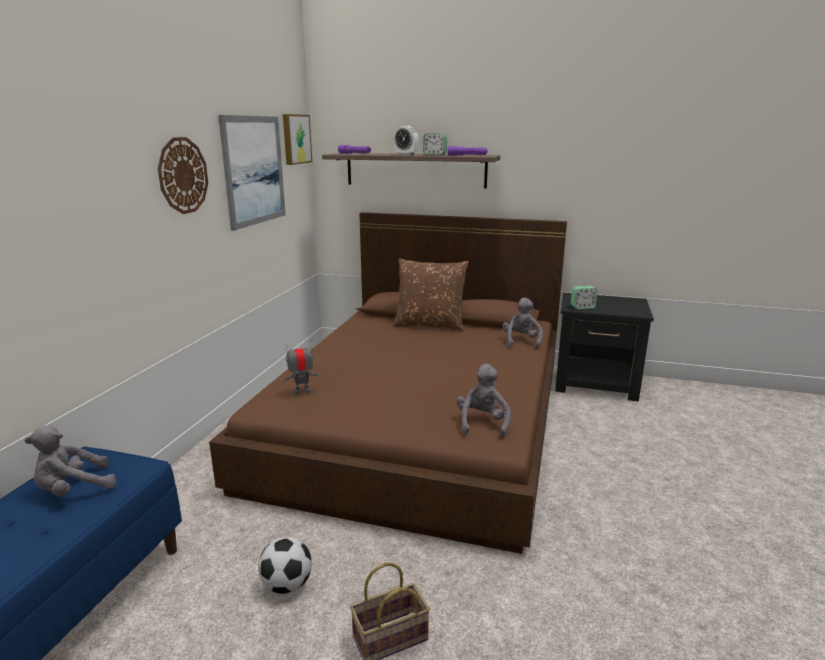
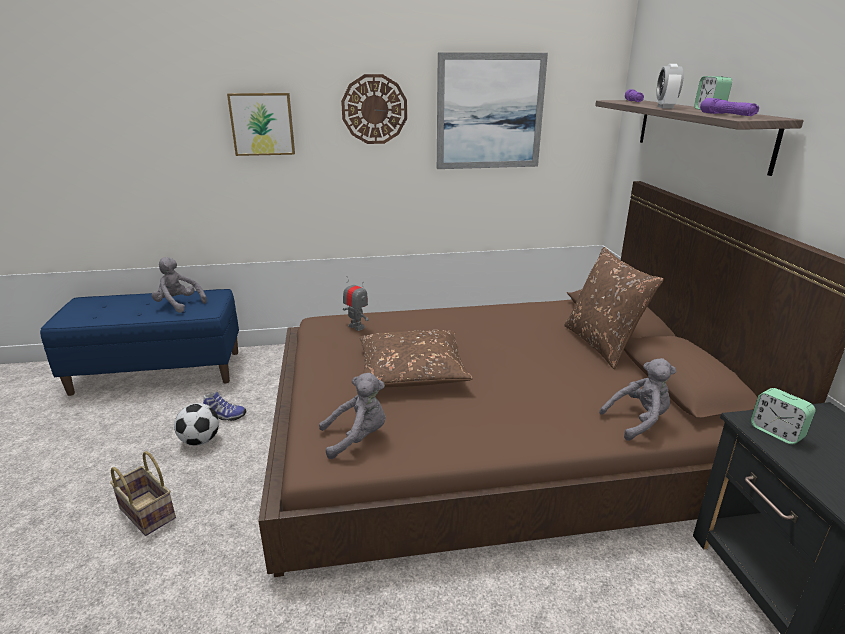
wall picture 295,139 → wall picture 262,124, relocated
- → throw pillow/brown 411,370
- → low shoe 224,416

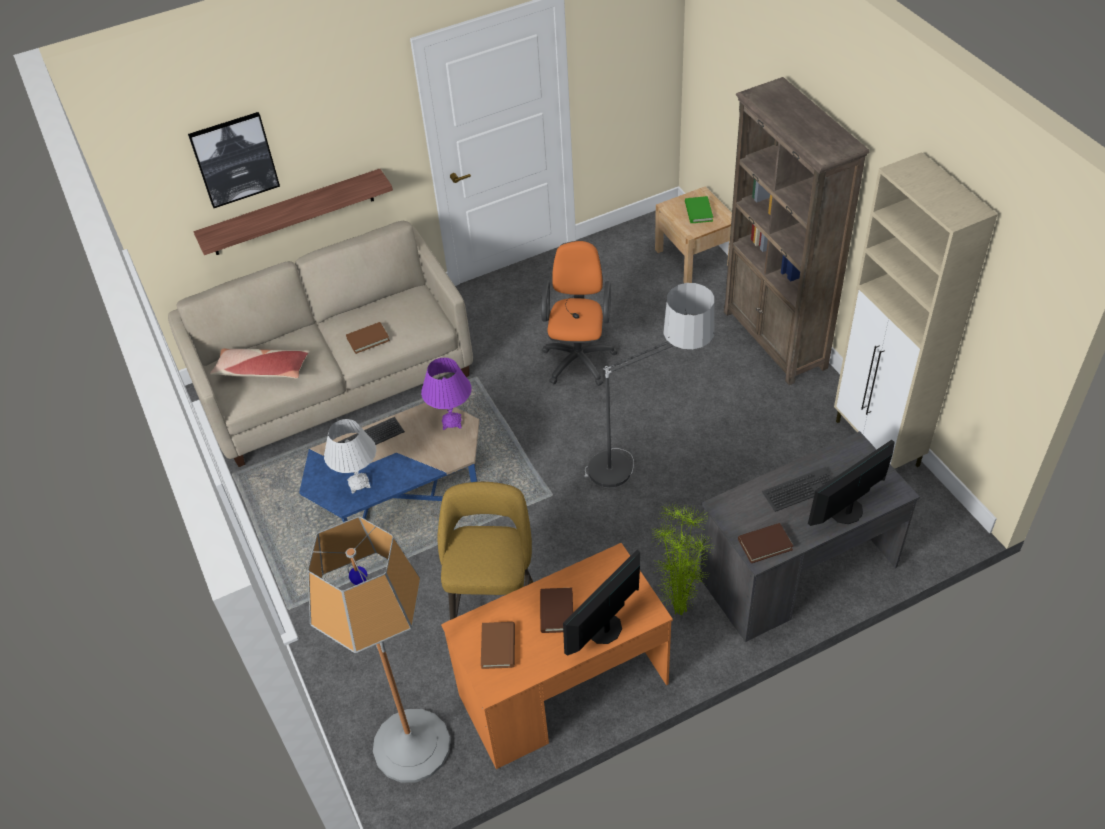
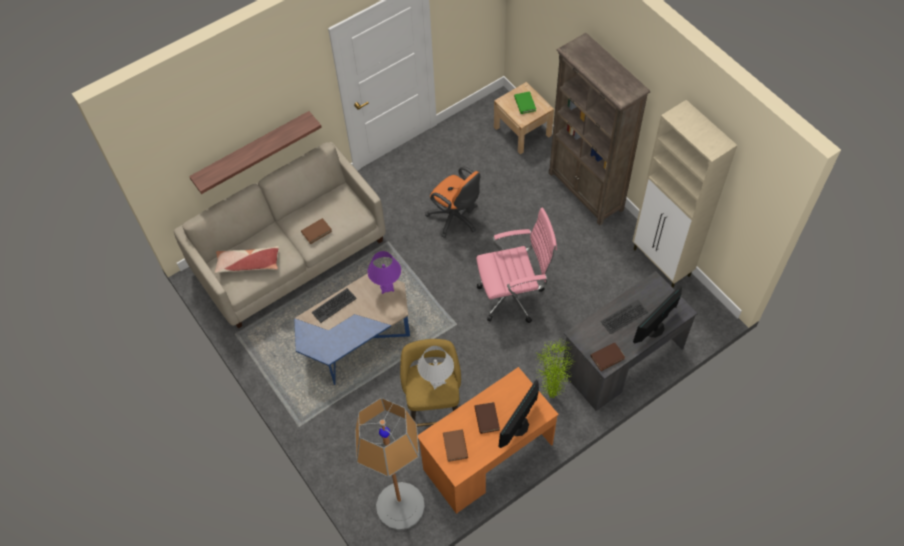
wall picture 234,159 → -
office chair/orangey 579,357 → office chair/orangey 456,219, 135 degrees clockwise
floor lamp 644,466 → office chair/pink-coloured 513,296
lamp for a table/white 358,483 → lamp for a table/white 437,381, relocated

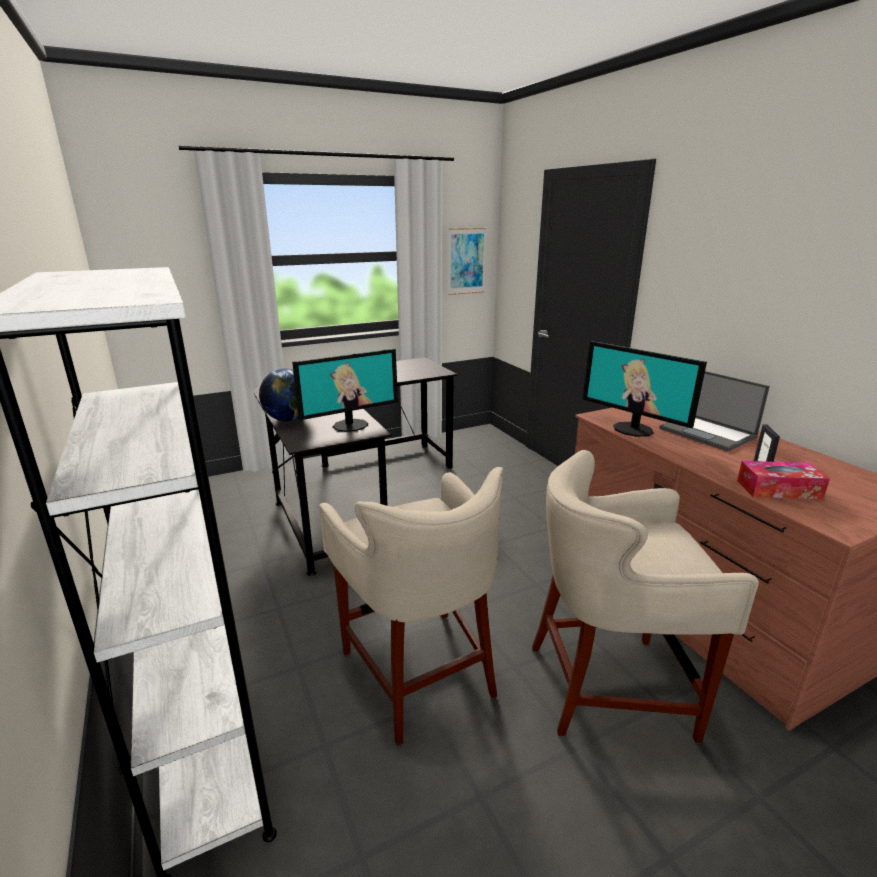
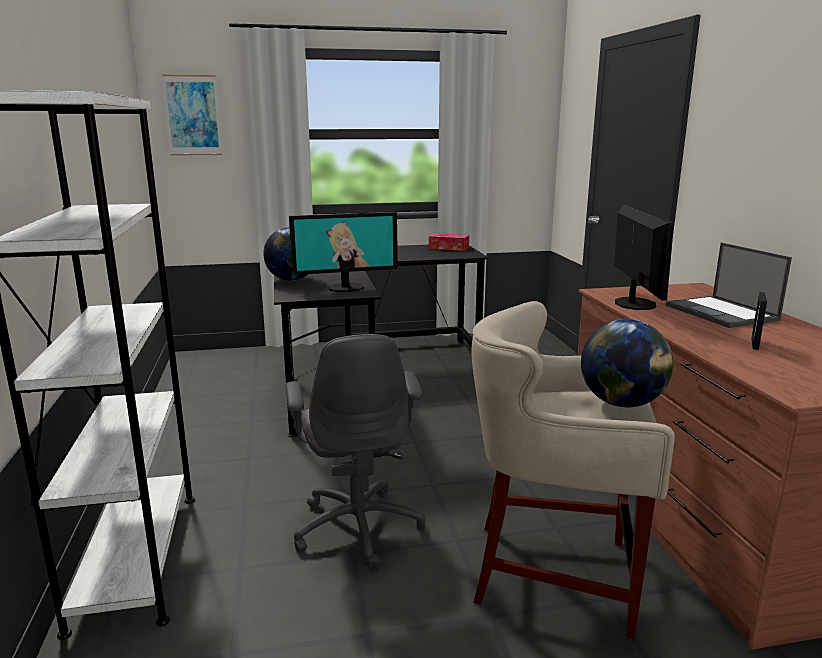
wall picture 466,261 → wall picture 193,115, relocated
monitor 633,429 → monitor 633,304, 150 degrees counterclockwise
box of tissues 778,489 → box of tissues 448,248, relocated
stool/beige 419,670 → office chair/gray 358,526
- → desk globe 621,403

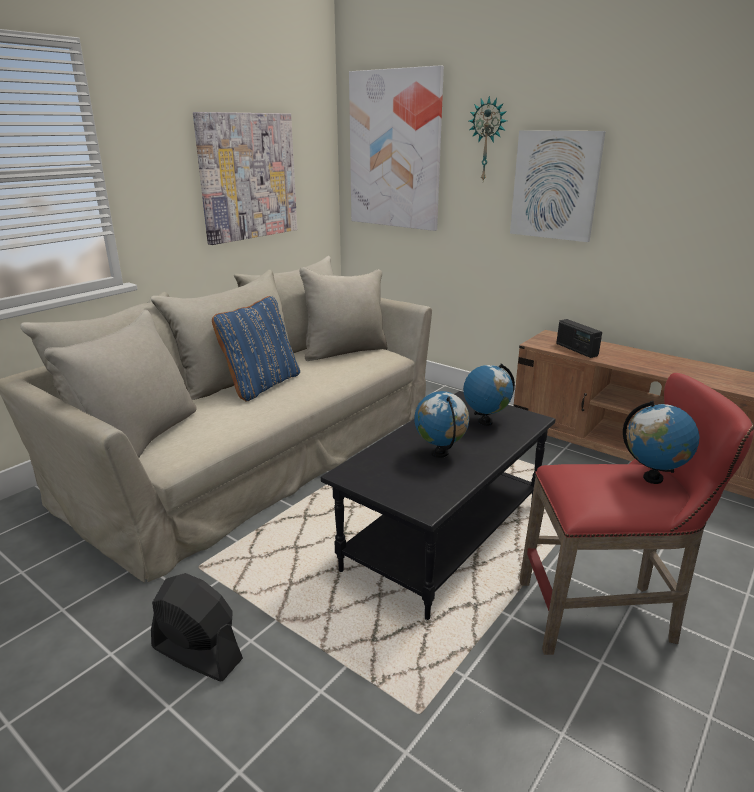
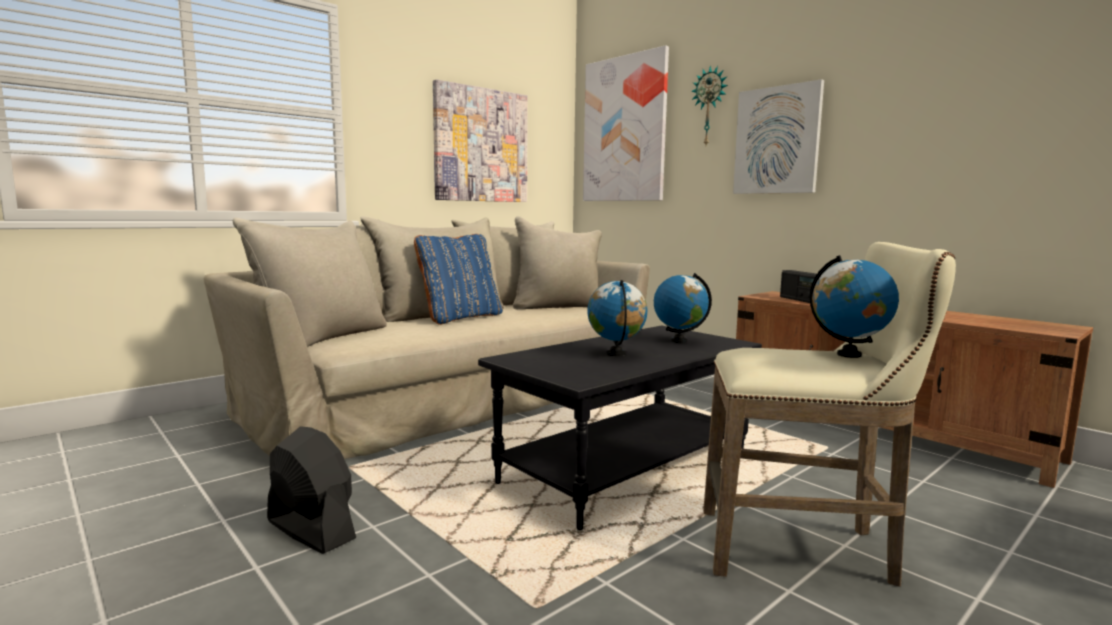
stool/reddish 605,615 → stool/beige 805,550

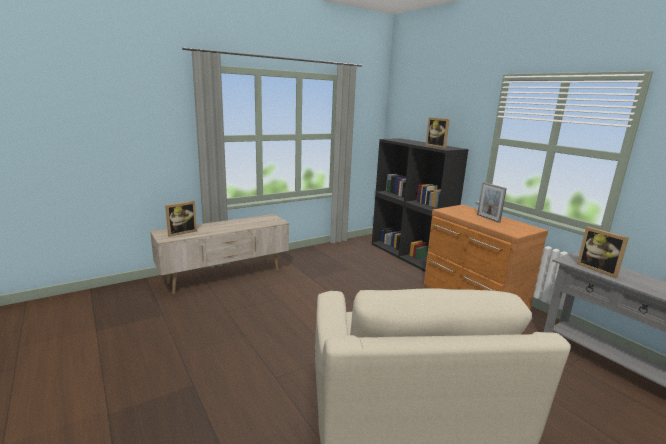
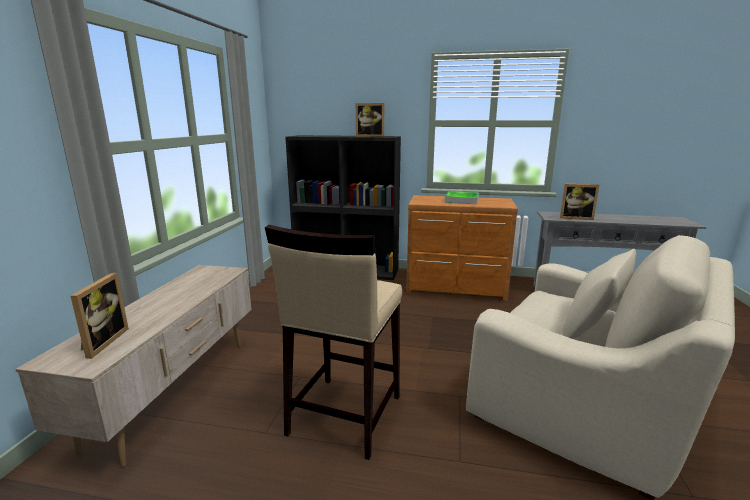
photo frame 488,218 → serving tray 462,200
- → stool/beige 343,415

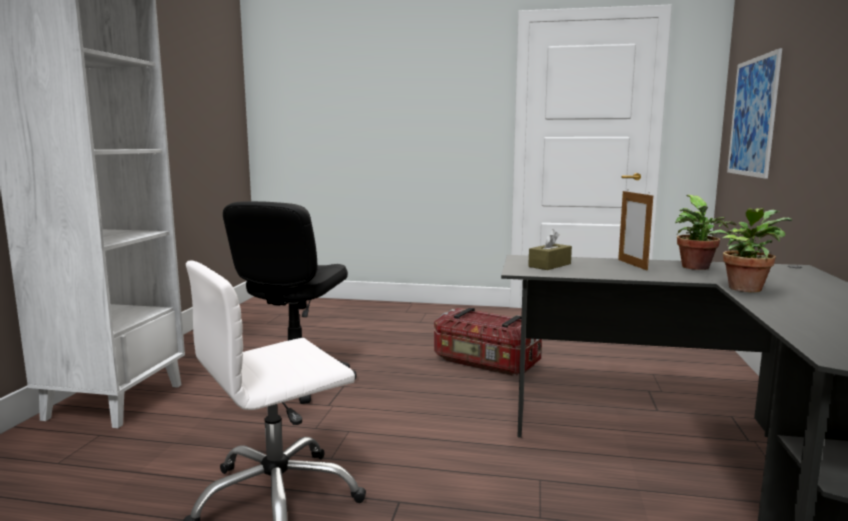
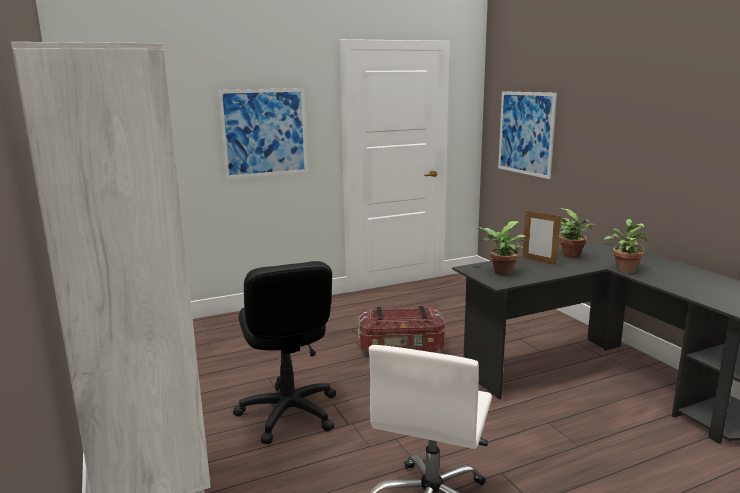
box of tissues/brown 549,265 → houseplant 501,273
- → wall picture 264,133

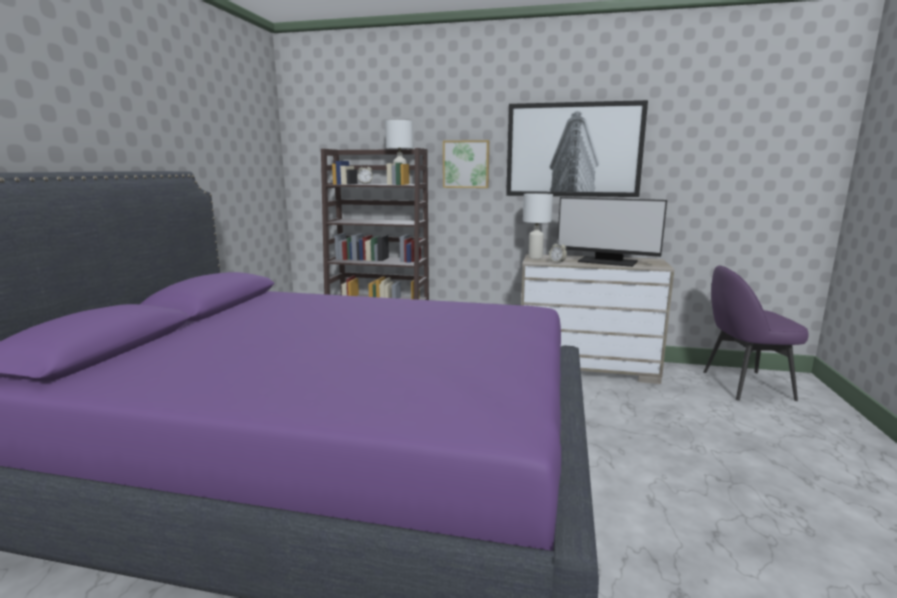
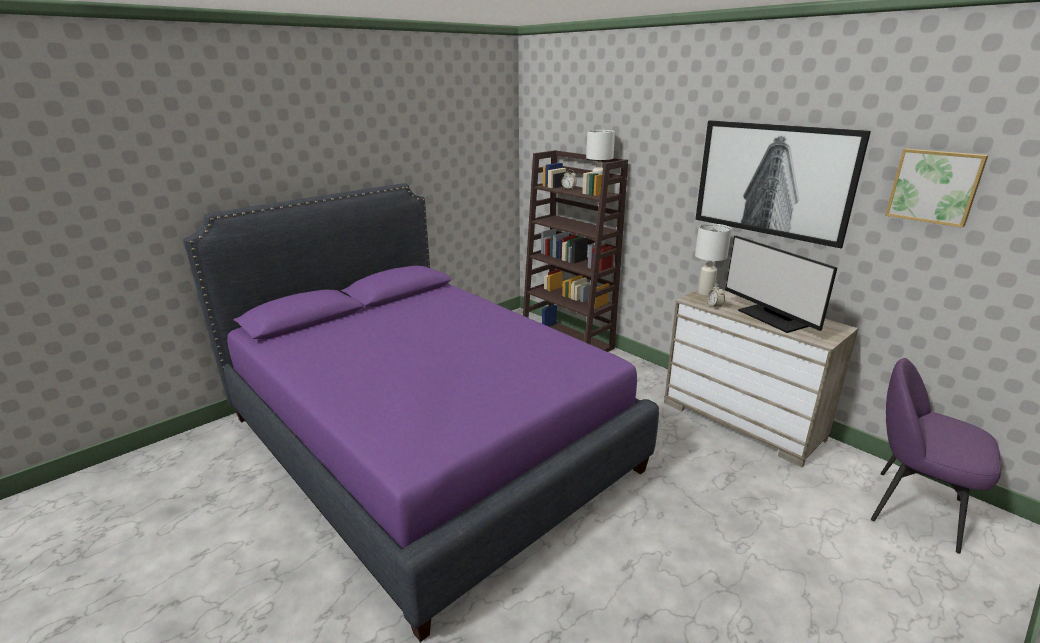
wall picture 466,164 → wall picture 934,186, relocated

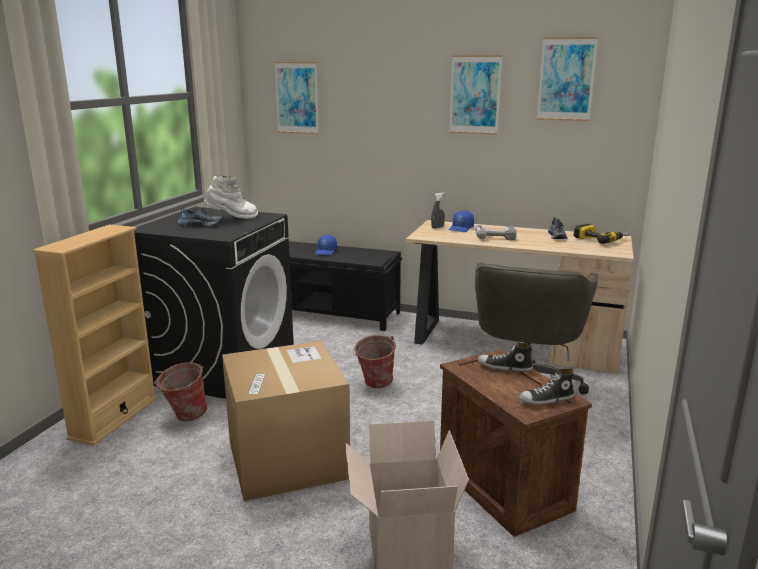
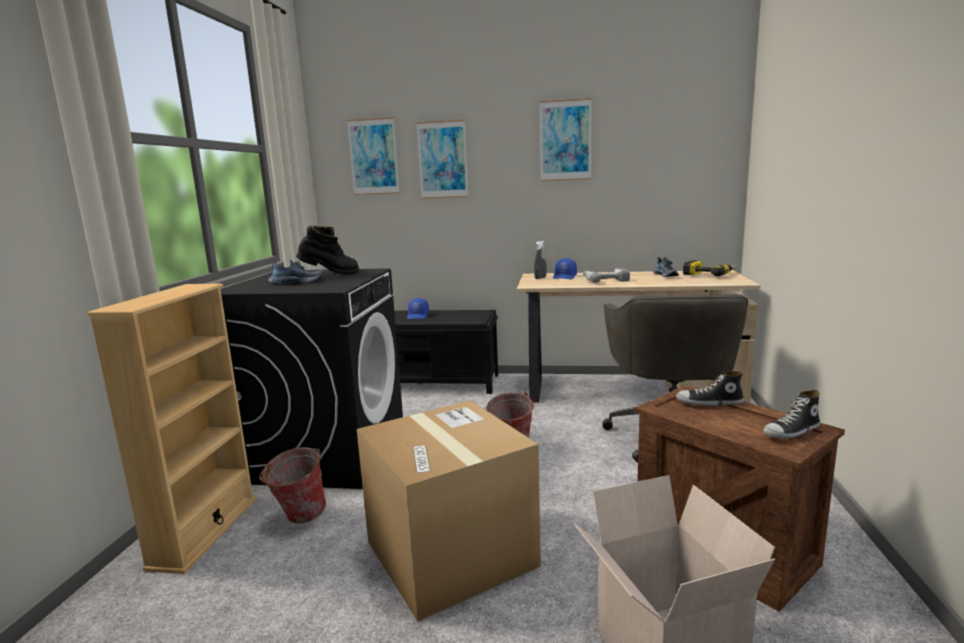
wall picture 566,79 → wall picture 443,160, relocated
high-top boot/white 232,218 → high-top boot/black-coloured 330,275

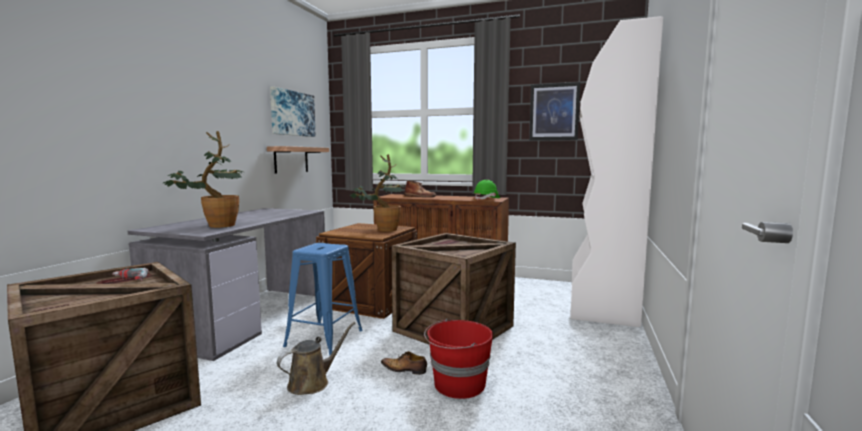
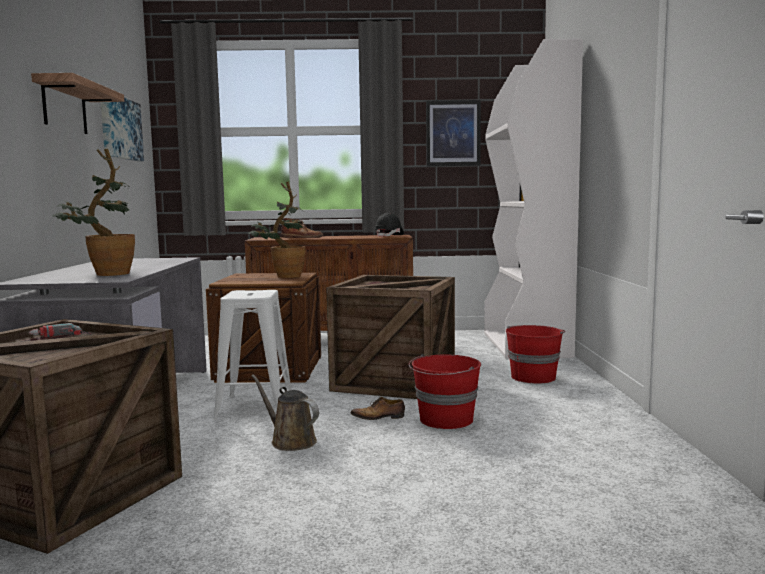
bracket shelf 291,160 → bracket shelf 64,107, relocated
safety helmet/greenish 487,199 → safety helmet/black-coloured 389,236
stool/blue 324,338 → stool/white 255,406
watering pot/brown 312,382 → watering pot/brown 290,441, 75 degrees counterclockwise
- → bucket/reddish 533,377

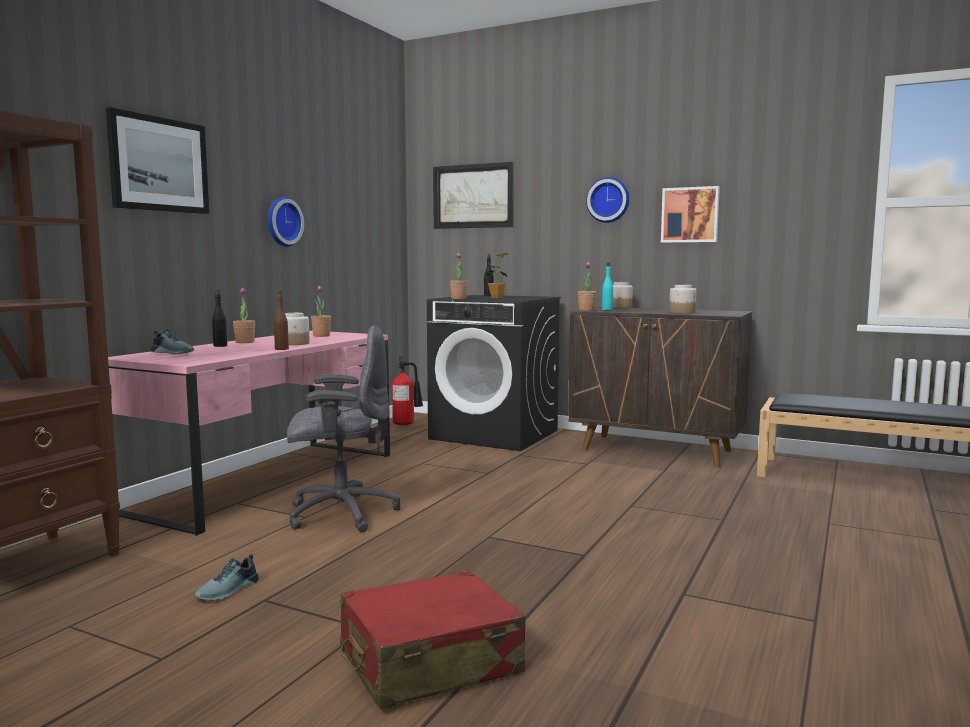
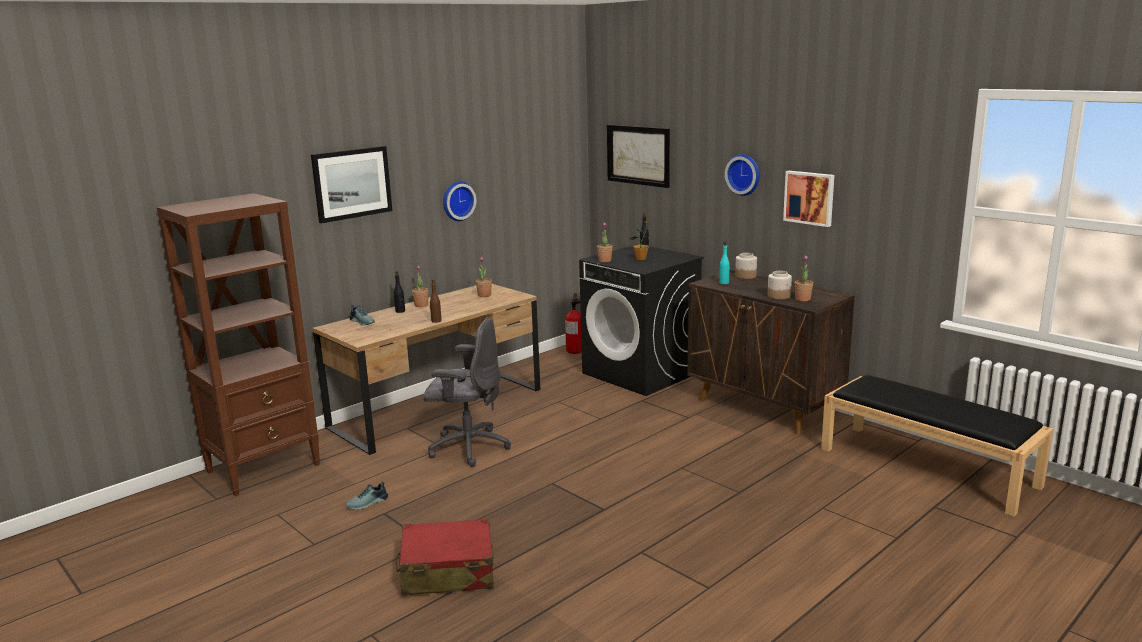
houseplant 586,310 → houseplant 802,299, relocated
preserve jar 295,343 → -
desk unit/pink-coloured 268,481 → desk unit/brown 438,408

